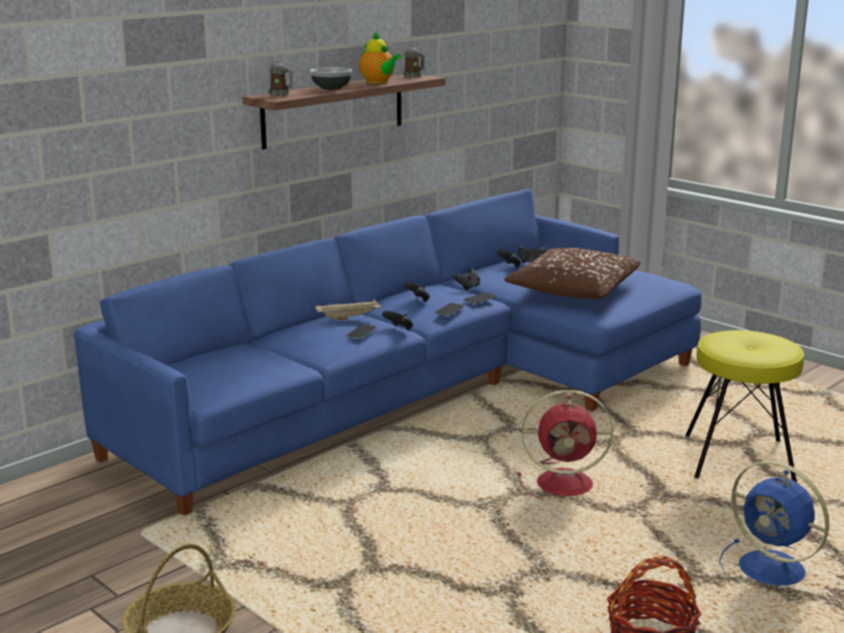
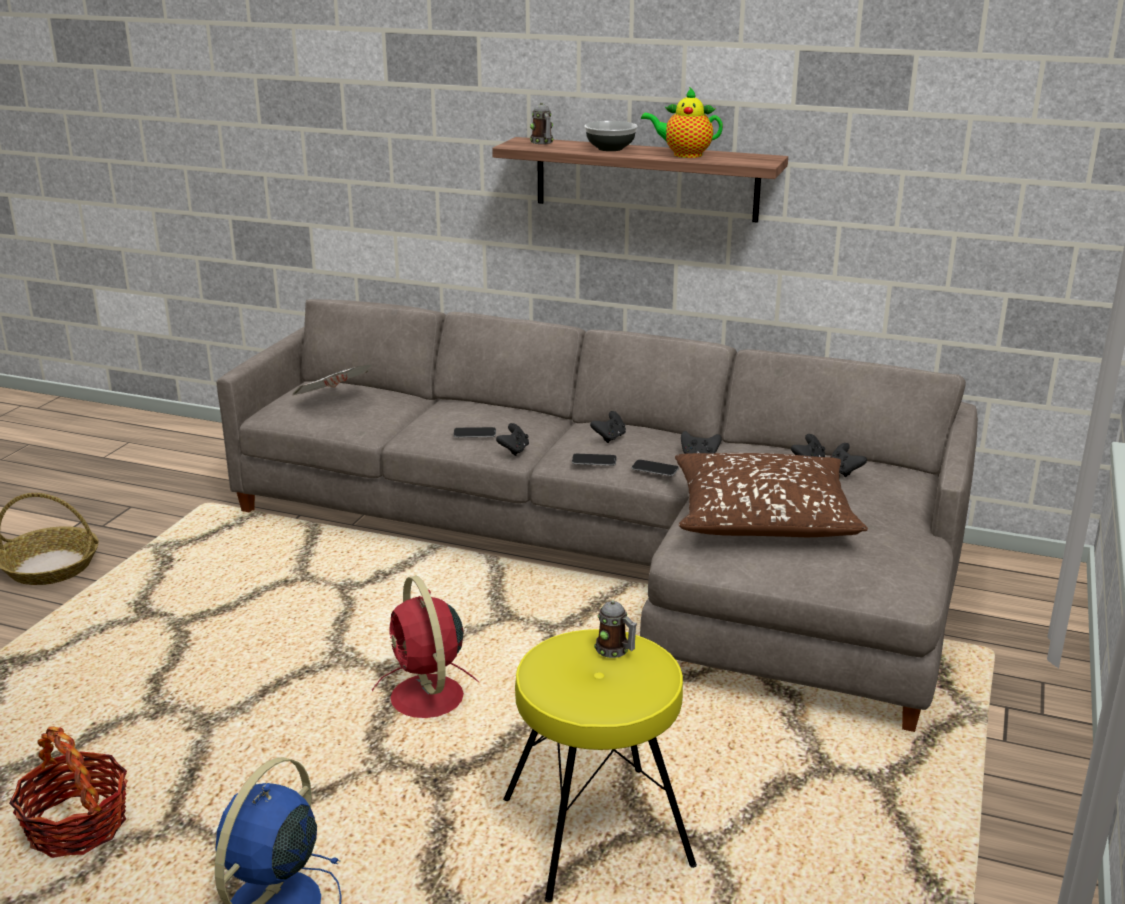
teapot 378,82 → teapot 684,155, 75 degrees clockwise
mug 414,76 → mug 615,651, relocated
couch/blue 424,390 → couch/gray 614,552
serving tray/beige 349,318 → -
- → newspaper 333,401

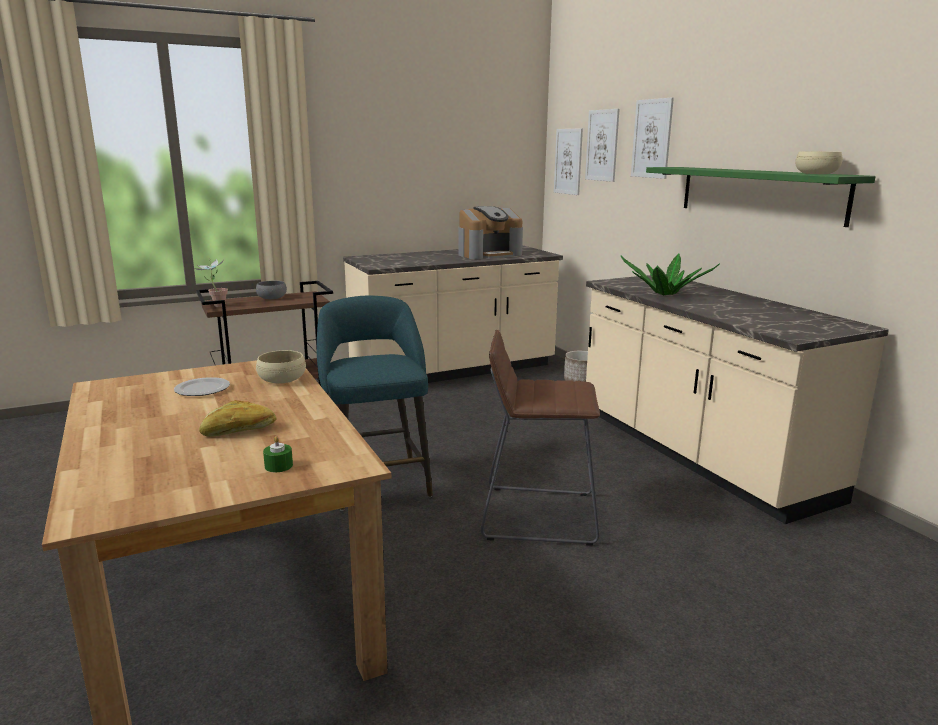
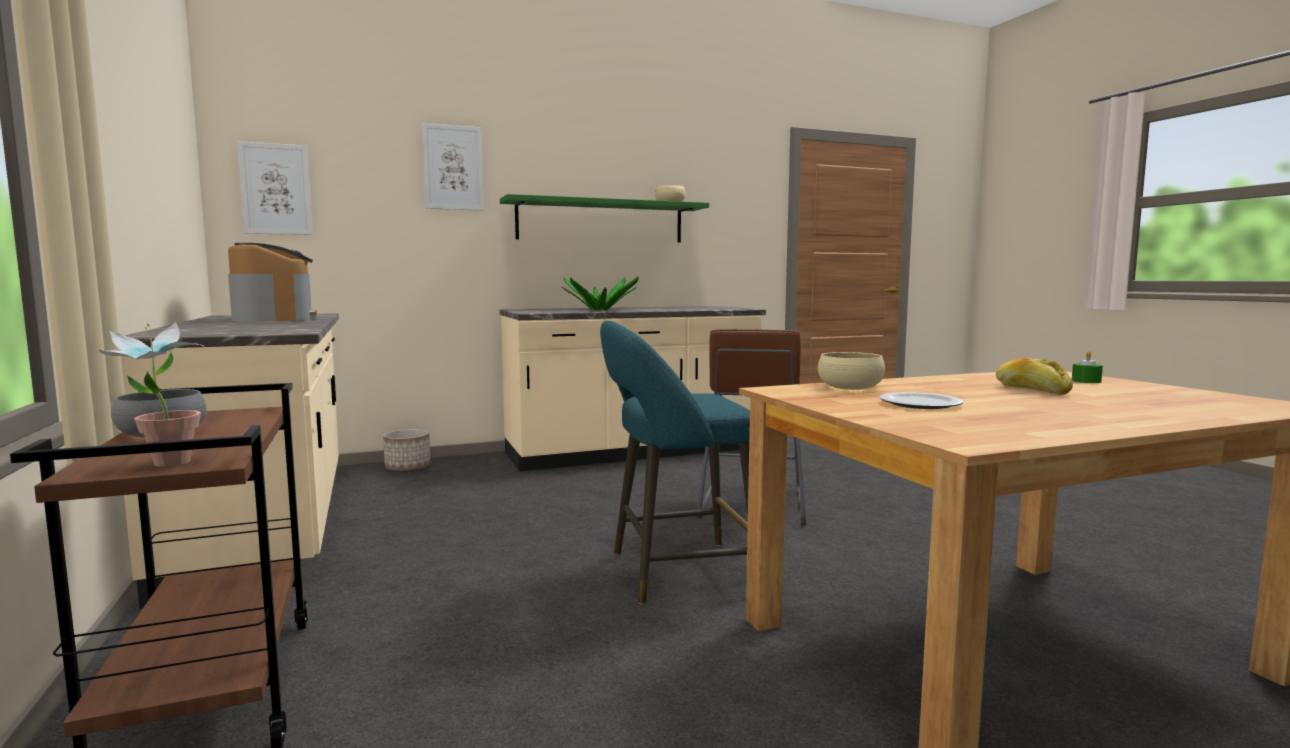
wall picture 602,145 → -

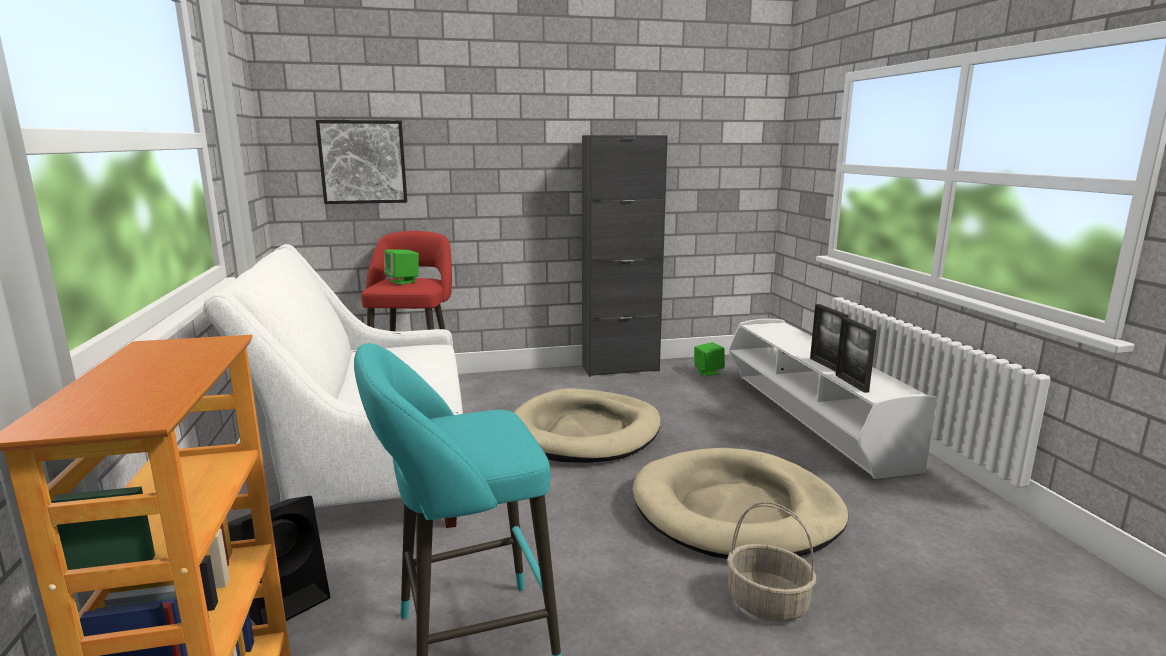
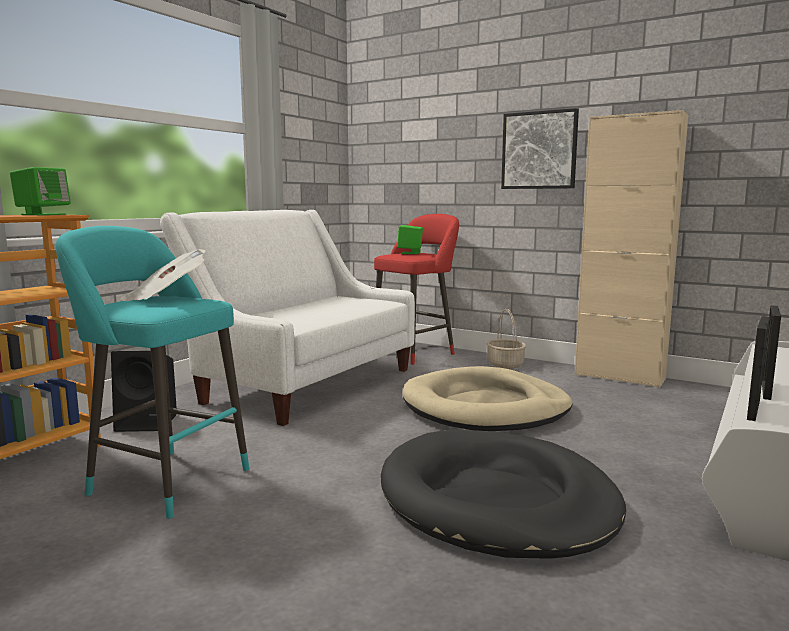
wall picture 363,162 → wall picture 539,150, relocated
cupboard/black-coloured 620,368 → cupboard/beige 619,377
speaker/greenish 708,372 → speaker/greenish 43,214, relocated
dog bed/beige 736,511 → dog bed/black-coloured 496,500
storage basket 768,603 → storage basket 505,364, relocated
- → newspaper 165,297

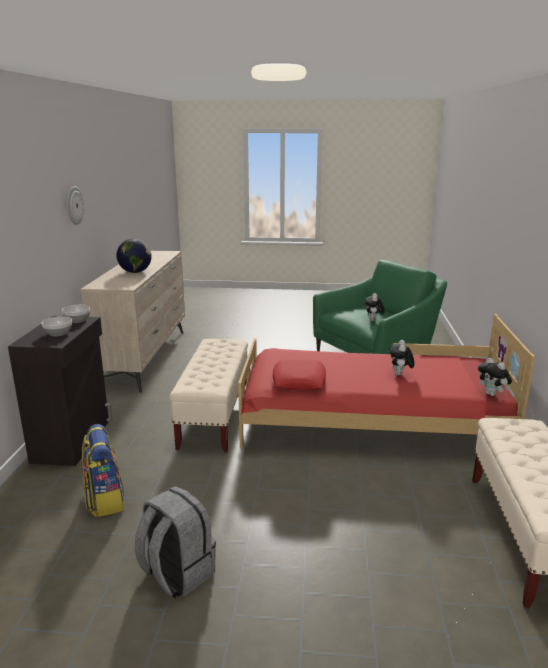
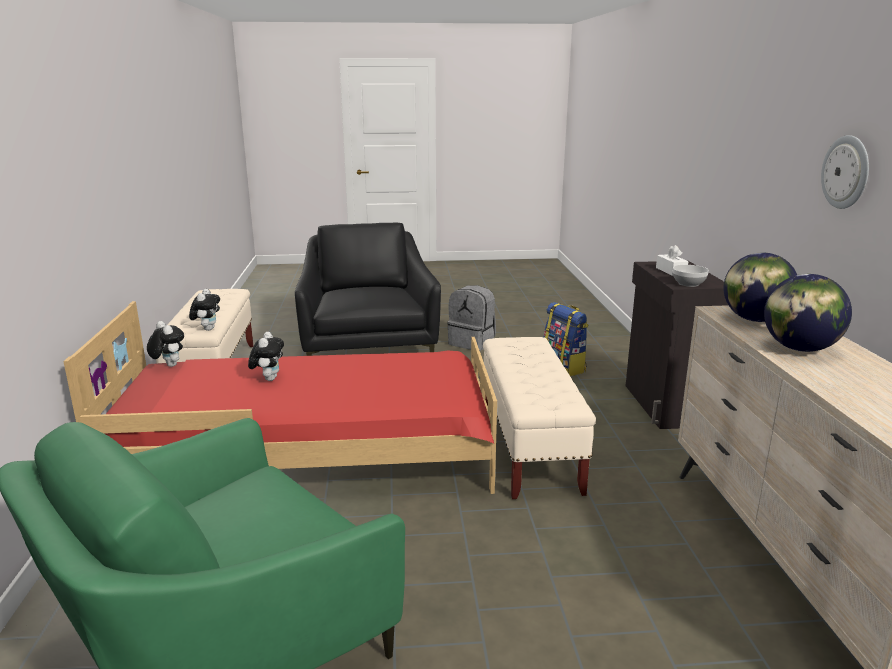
soft toy 373,321 → soft toy 207,329, relocated
bowl 58,333 → box of tissues/white 671,271
throw pillow/reddish 299,380 → -
- → easy chair/black-coloured 368,347
- → desk globe 754,320

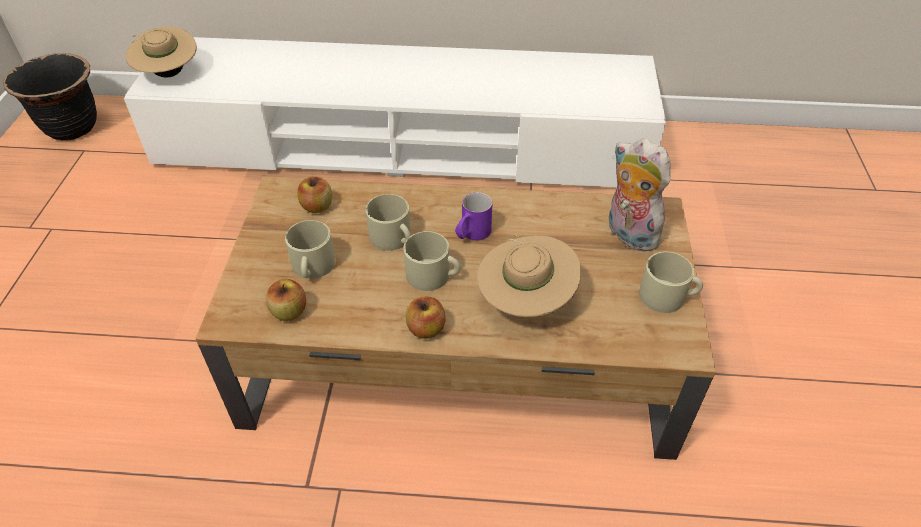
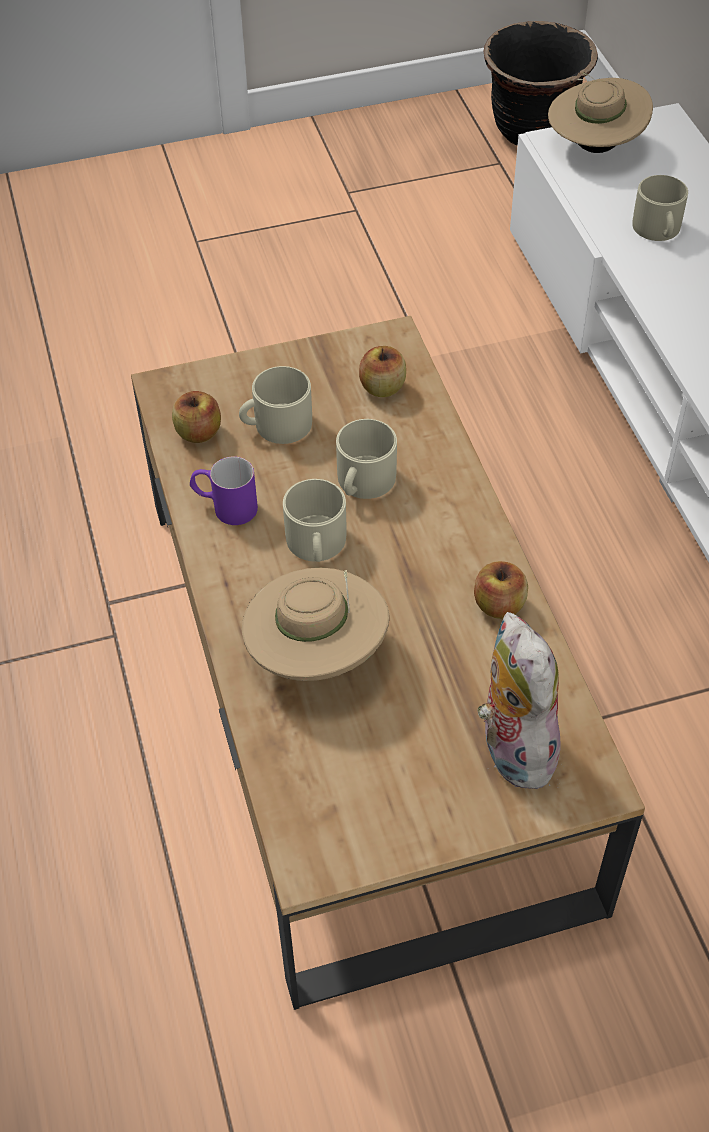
soft toy 627,234 → soft toy 512,747, 45 degrees counterclockwise
mug/purple-coloured 471,234 → mug/purple-coloured 225,507, relocated
mug/beige 668,296 → mug/beige 658,230, relocated
apple fruit 426,329 → apple fruit 499,605, relocated

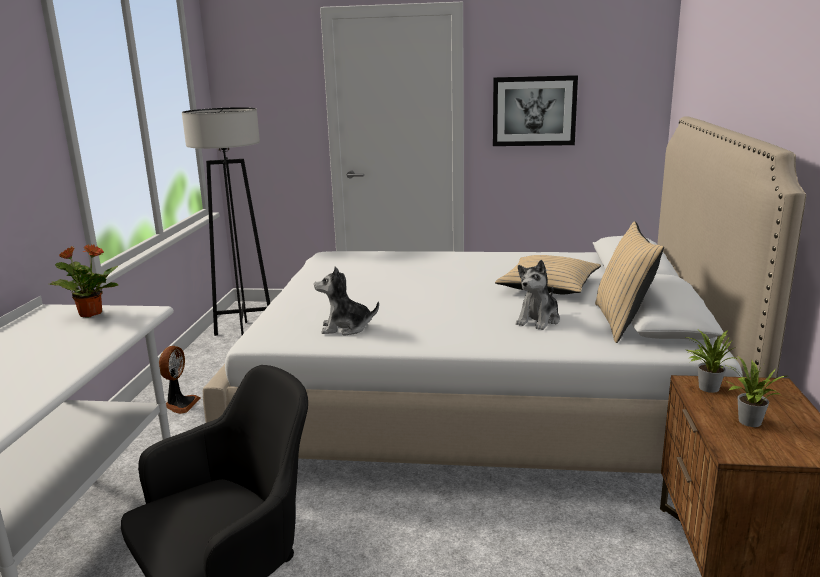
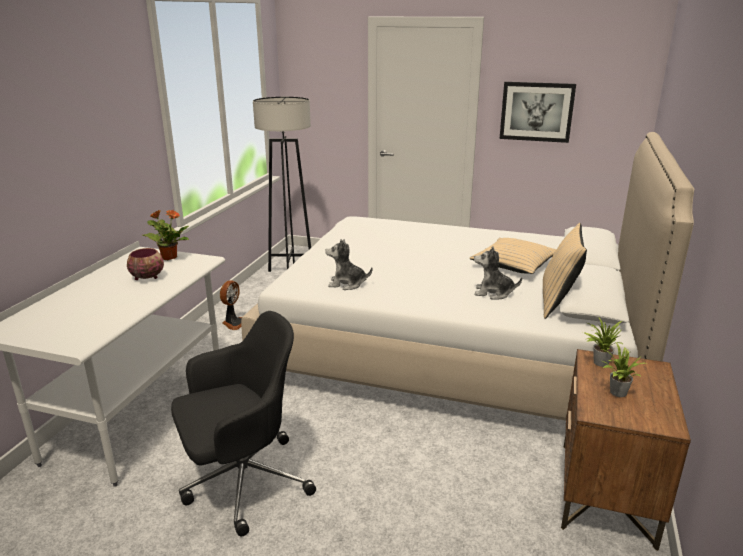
soft toy 538,320 → soft toy 493,293, 60 degrees clockwise
- → bowl 147,277

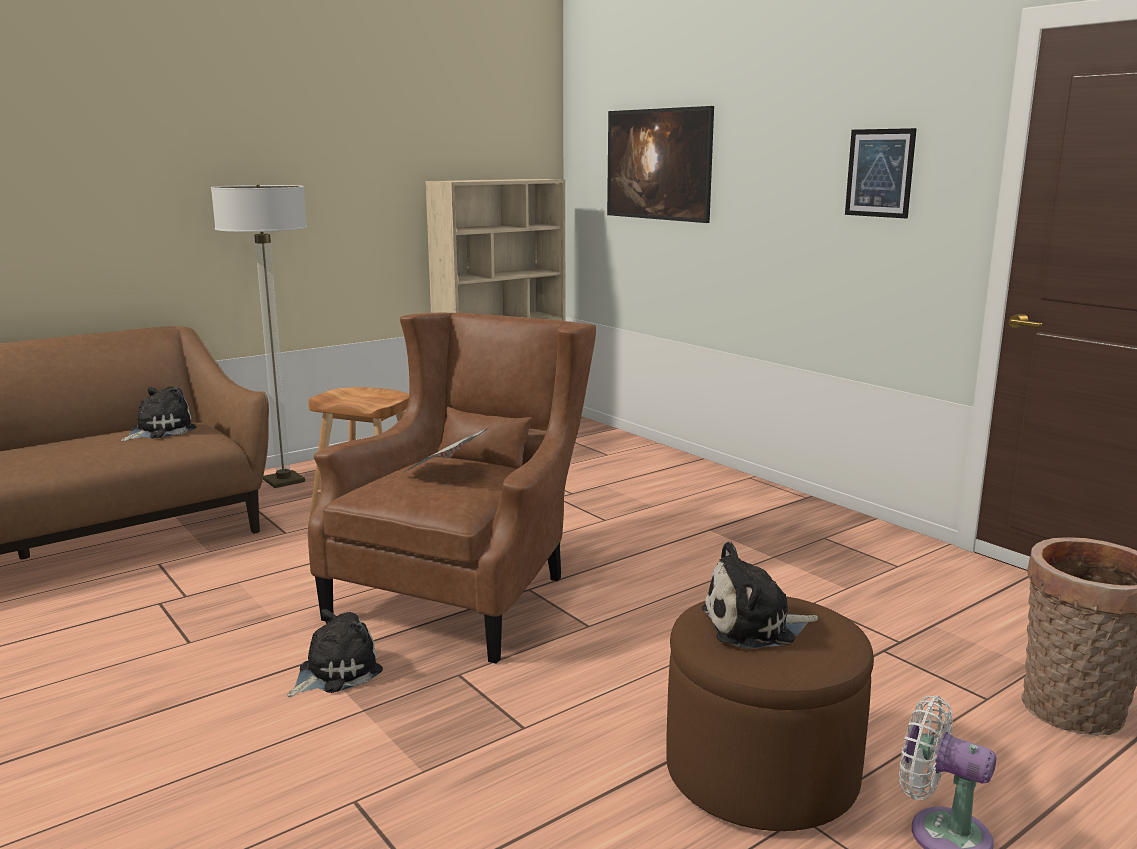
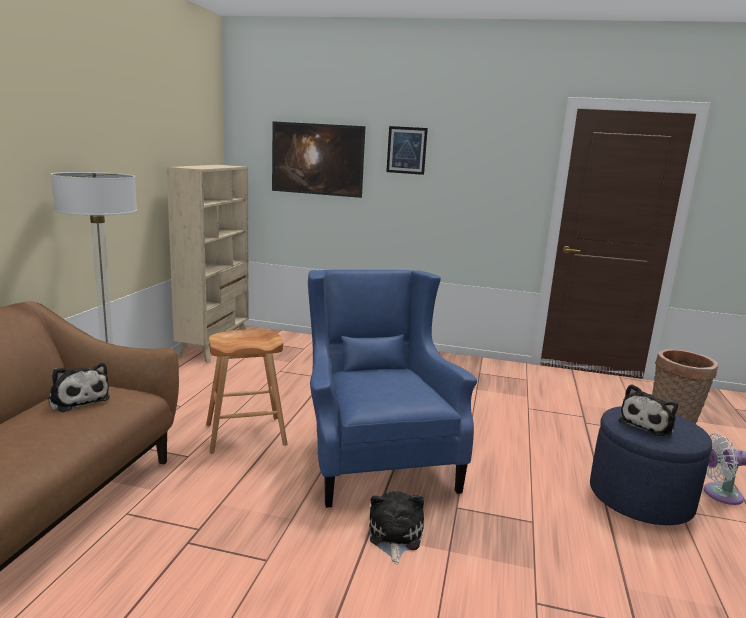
wall picture 879,173 → wall picture 406,150, relocated
easy chair/brown 467,591 → easy chair/blue 375,456
soft toy 159,431 → soft toy 78,399, 135 degrees clockwise
newspaper 445,473 → -
ottoman/brown 761,772 → ottoman/blue 640,497

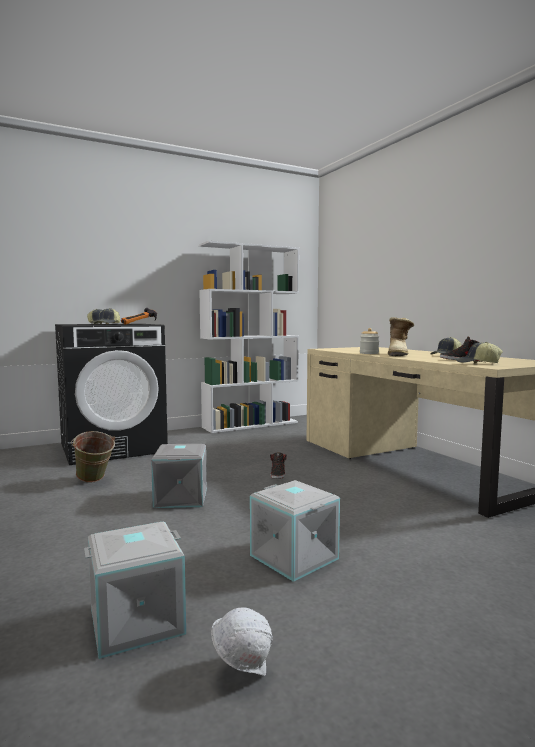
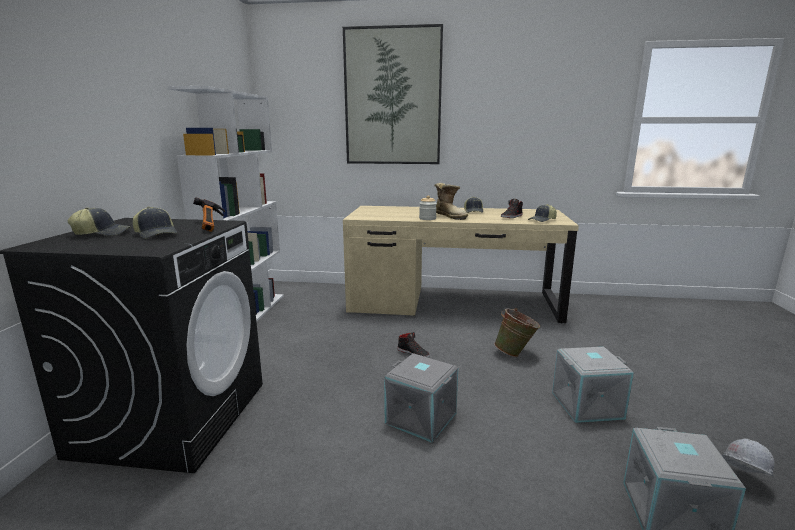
bucket/greenish 94,481 → bucket/greenish 515,353, relocated
- → wall picture 392,97

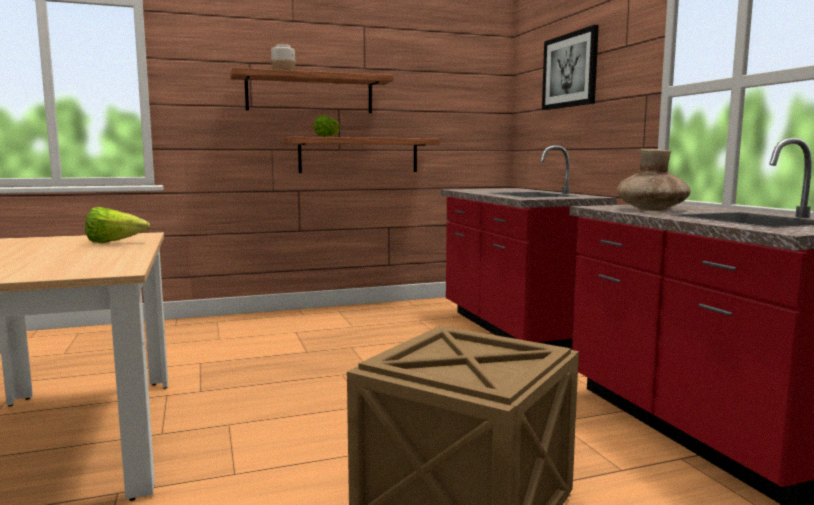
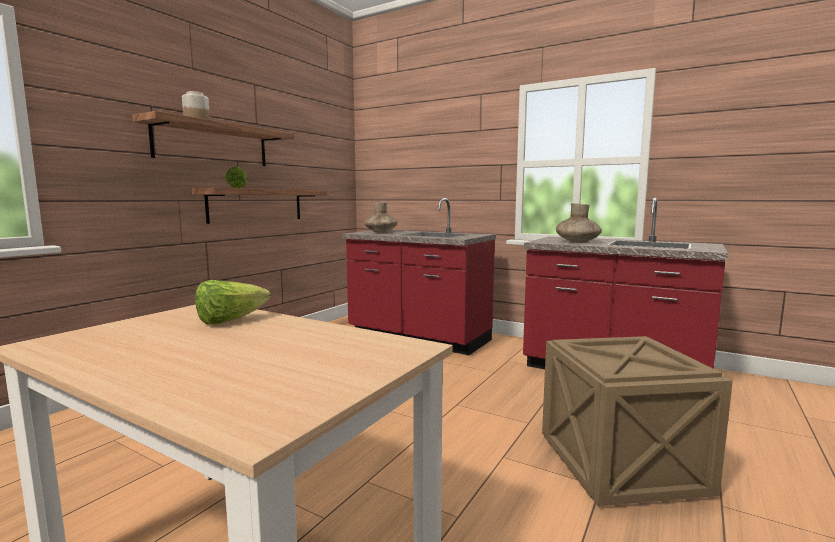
wall picture 570,70 → -
- → vase/brown 381,232

